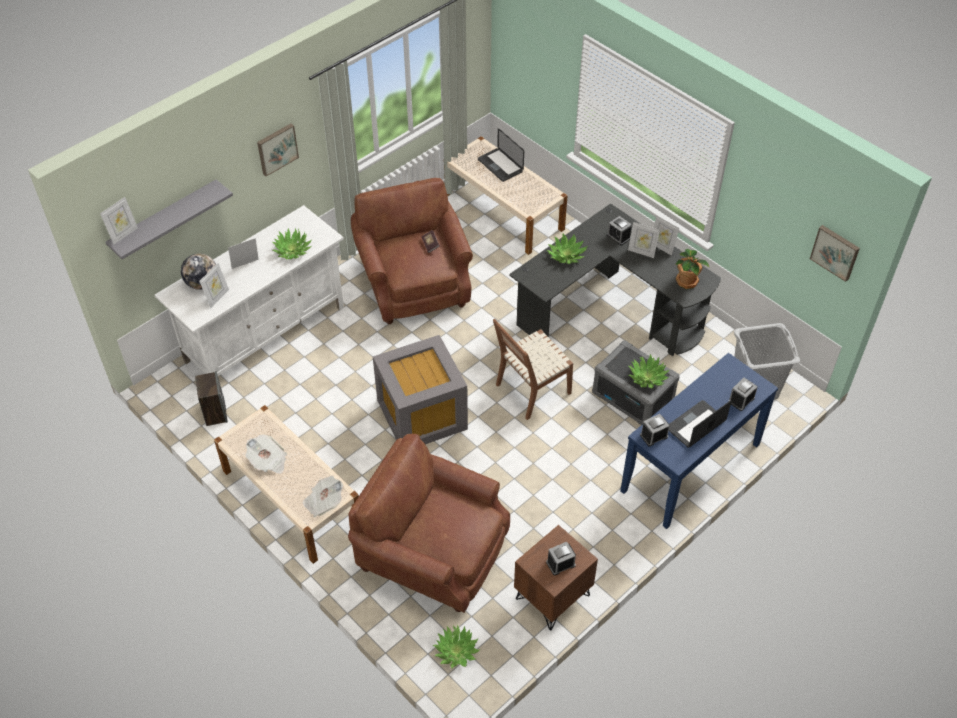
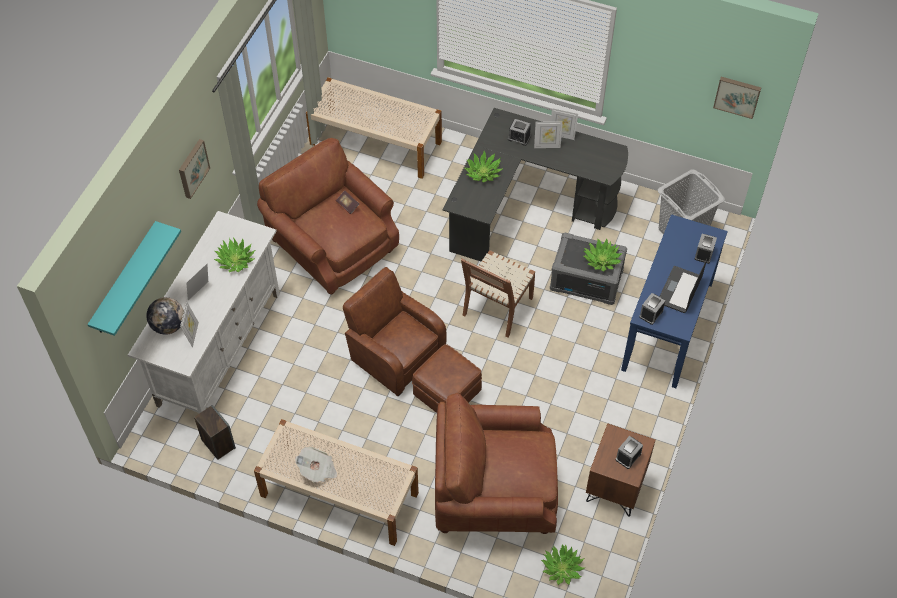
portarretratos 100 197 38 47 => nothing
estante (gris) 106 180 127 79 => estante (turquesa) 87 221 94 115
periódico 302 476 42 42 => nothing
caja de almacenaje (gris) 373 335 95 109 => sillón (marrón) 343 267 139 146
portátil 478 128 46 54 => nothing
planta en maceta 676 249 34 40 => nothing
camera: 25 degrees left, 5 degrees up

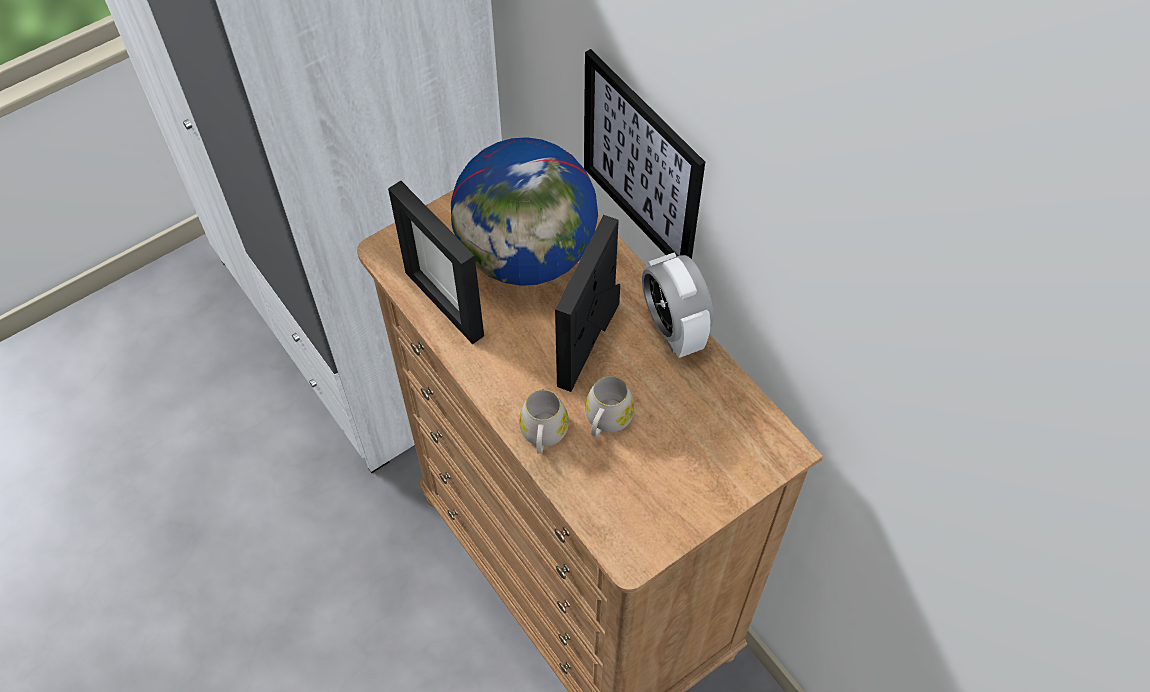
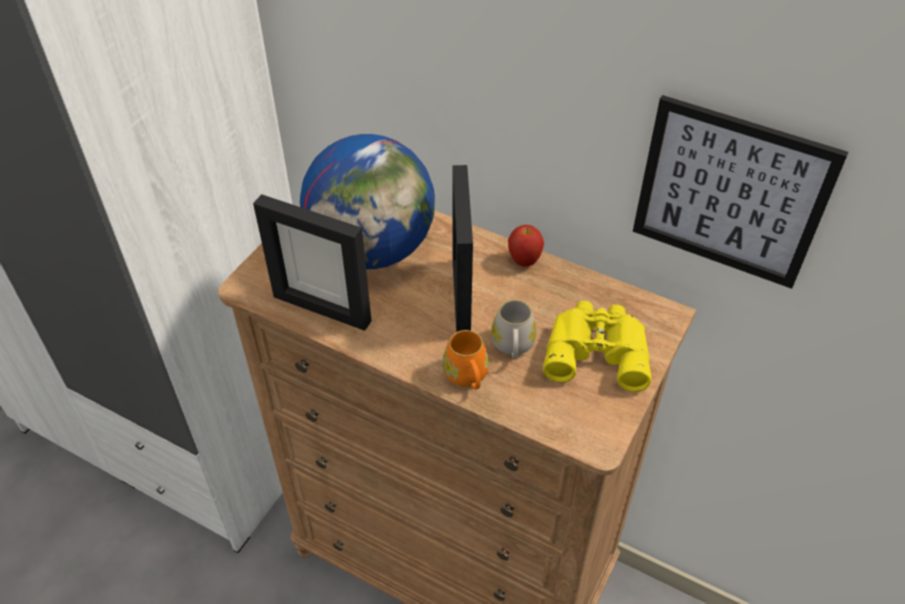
taza grande (blanco) 519 389 50 65 => taza grande (naranja) 442 330 47 60
cuadro 584 49 121 210 => cuadro 633 95 215 194, relocated
despertador 642 252 72 106 => manzana 508 225 36 42
nothing => prismáticos (amarillo) 543 301 108 91
camera: 25 degrees left, 10 degrees down

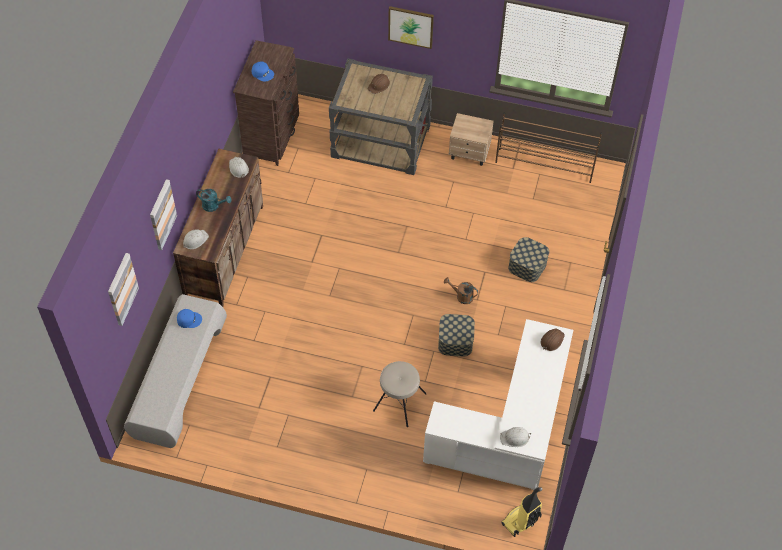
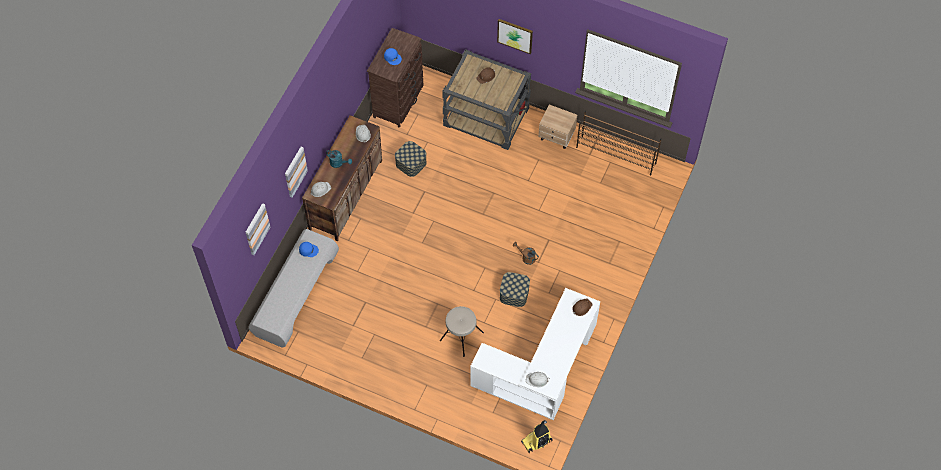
caja de almacenaje 508 237 41 45 => caja de almacenaje 395 141 32 36, relocated
camera: 10 degrees right, 5 degrees up

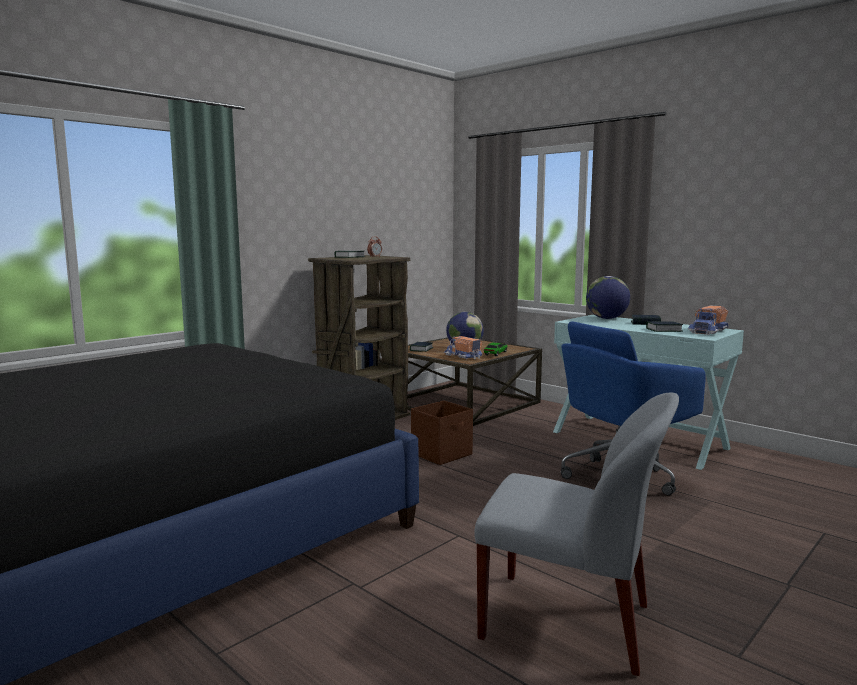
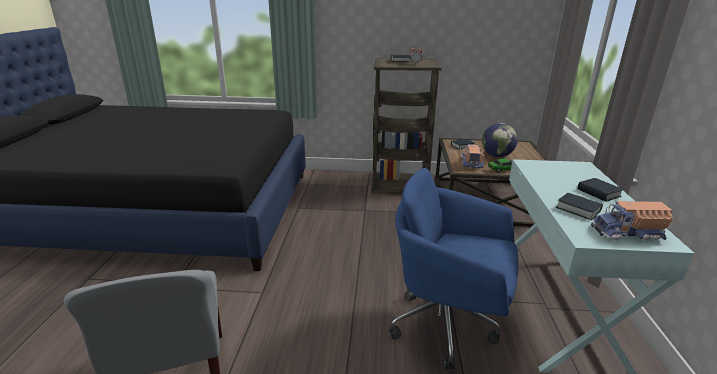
caja de almacenaje (marrón) 411 401 62 64 => nothing
globo terráqueo 586 276 44 43 => nothing
camera: 50 degrees right, 15 degrees up

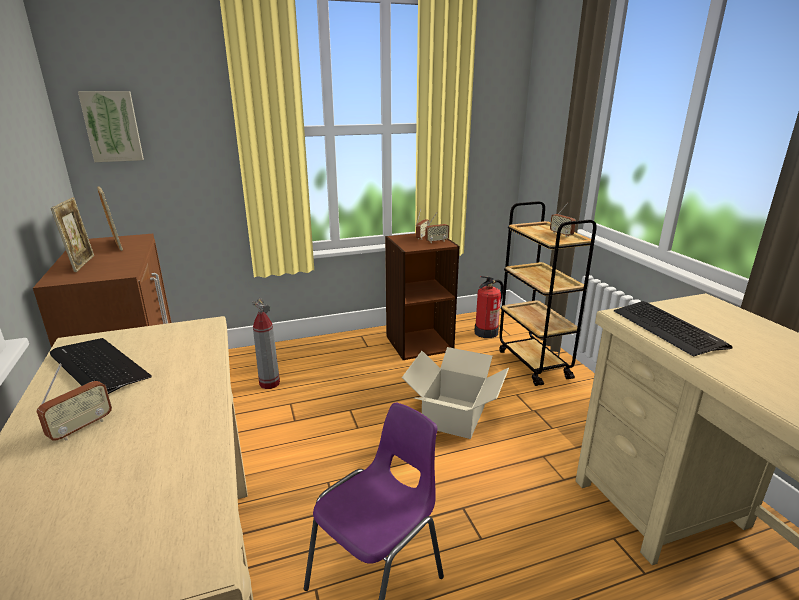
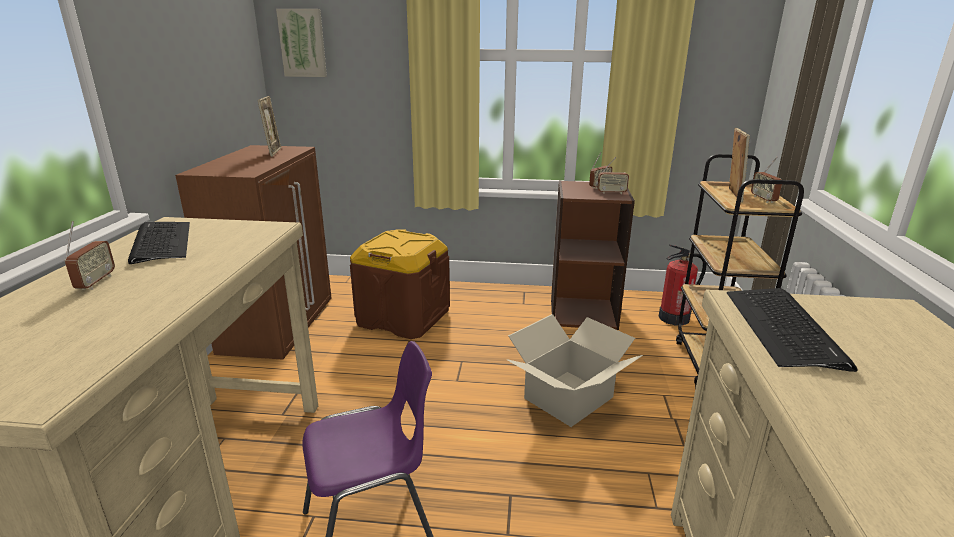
radio 37 364 75 77 => radio 64 221 51 69, 60 degrees counterclockwise
portarretratos 51 197 43 75 => portarretratos 729 128 21 75, relocated
extintor 252 297 28 92 => caja de almacenaje (marrón) 350 230 100 109
camera: 25 degrees right, 0 degrees up

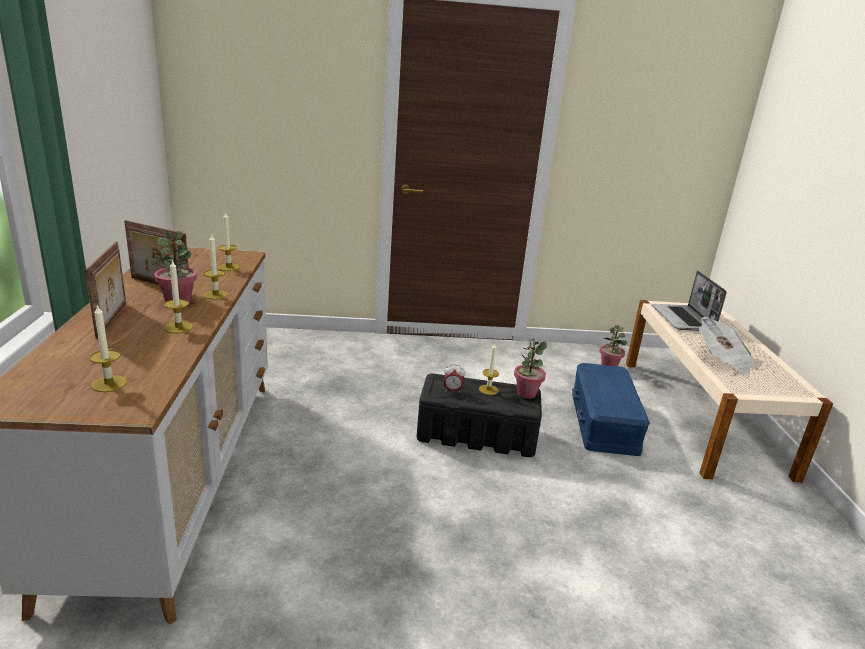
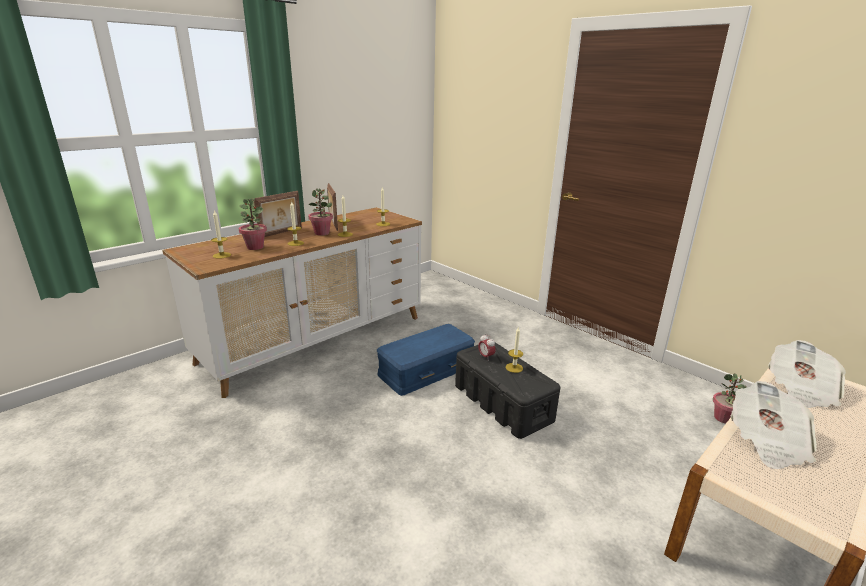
planta en maceta 514 338 33 61 => planta en maceta 239 198 28 52, relocated
caja de almacenaje (azul) 572 363 78 93 => caja de almacenaje (azul) 377 324 98 72, relocated
portátil 652 271 75 60 => periódico 768 340 78 68
camera: 50 degrees right, 0 degrees up

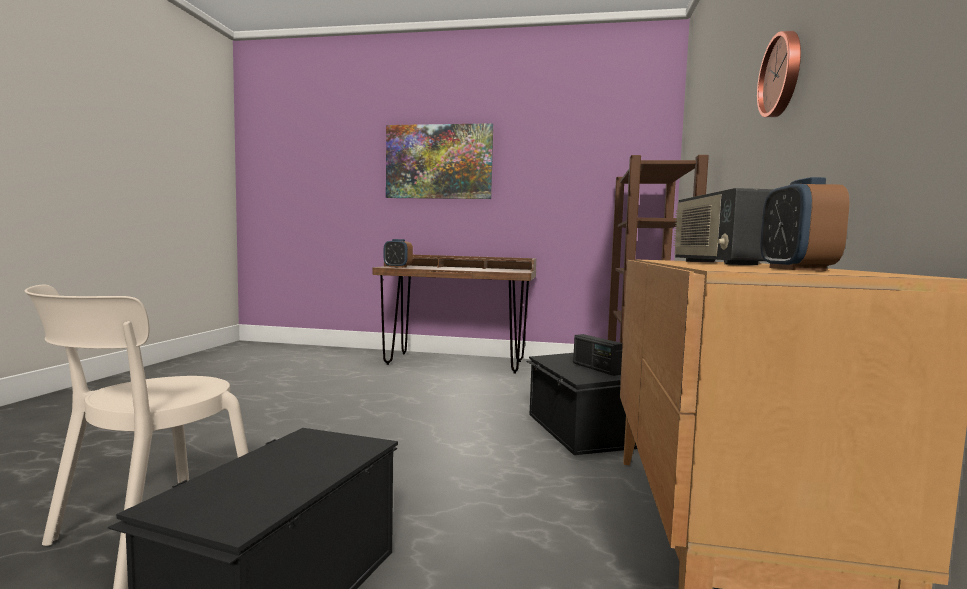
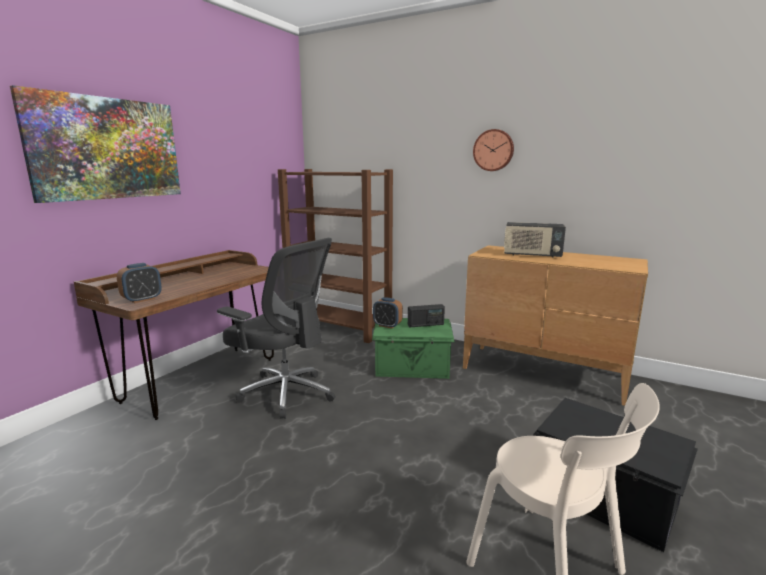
caja de almacenaje (negro) 526 353 111 102 => caja de almacenaje (verde) 372 318 83 61
despertador 760 177 90 94 => despertador 373 297 30 31, relocated
nothing => silla de oficina 217 237 118 182
camera: 70 degrees left, 10 degrees up

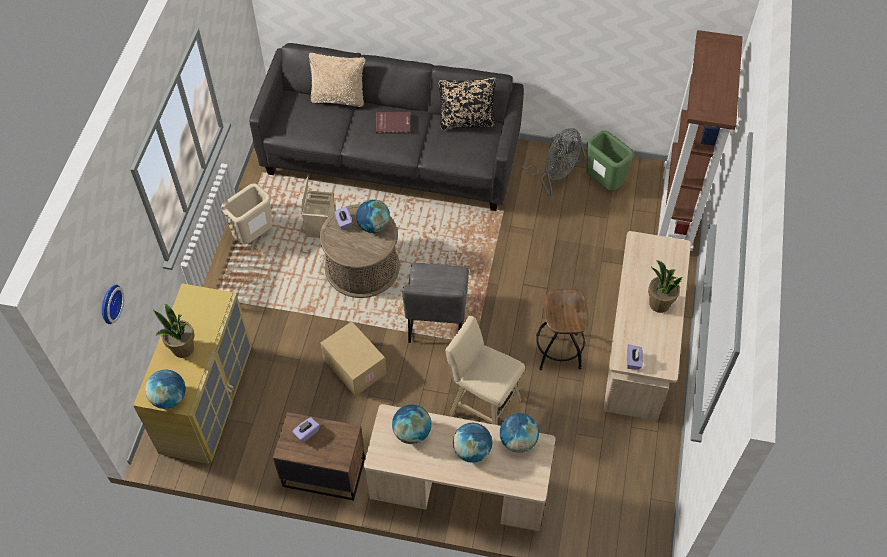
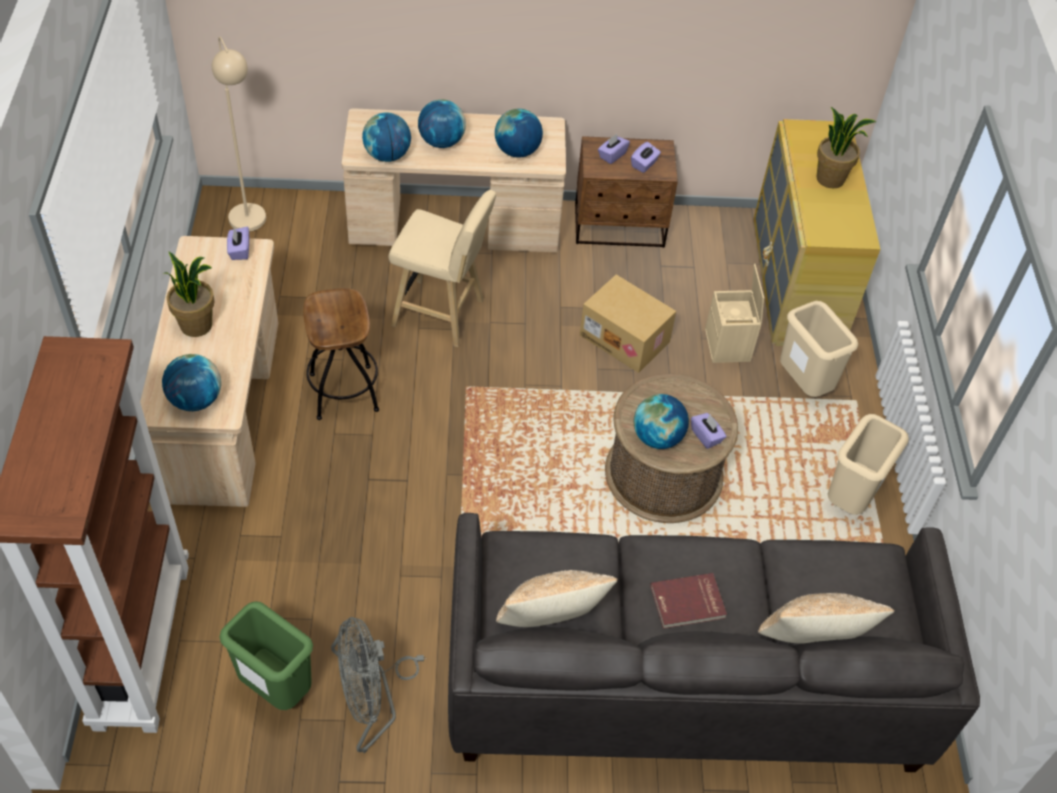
reloj de pared 102 285 22 39 => nothing
globo terráqueo 145 370 41 39 => globo terráqueo 162 354 59 57, relocated
caja de almacenaje (beis) 301 175 34 63 => caja de almacenaje (beis) 705 264 59 99, relocated
silla (gris) 402 263 67 80 => nothing
cojín (negro) 438 77 59 53 => cojín (beis) 496 570 122 57
ventilador (gris) 521 128 65 69 => ventilador (gris) 331 617 94 136, 45 degrees counterclockwise
nothing => lámpara de pie (beis) 212 37 54 195
nothing => caja de pañuelos (morado) 598 134 32 30
nothing => papelera (beis) 780 301 78 96
camera: 165 degrees right, 5 degrees down

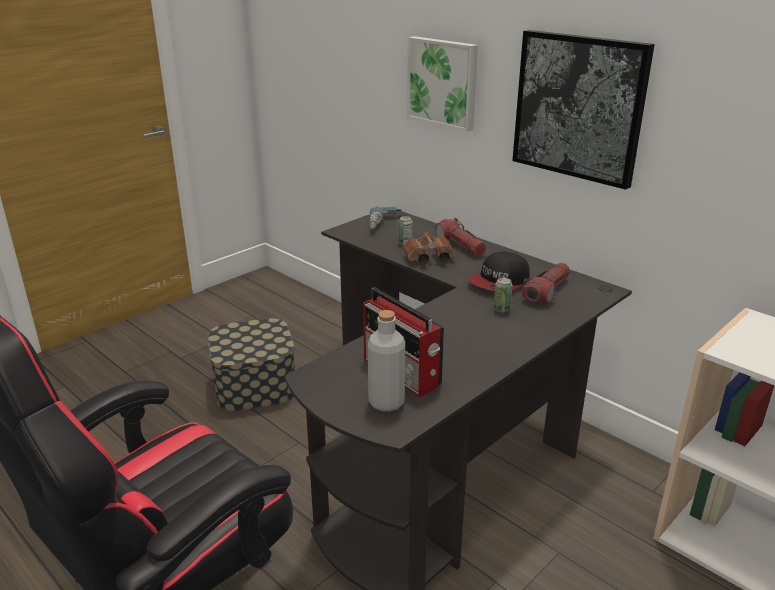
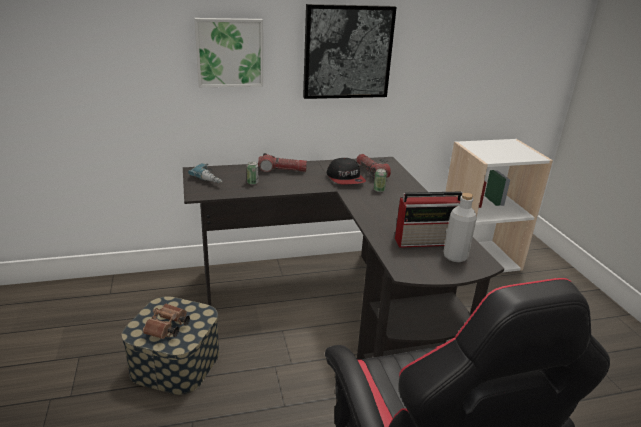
prismáticos (marrón) 403 232 52 33 => prismáticos (marrón) 143 304 47 35, relocated
camera: 60 degrees left, 0 degrees up

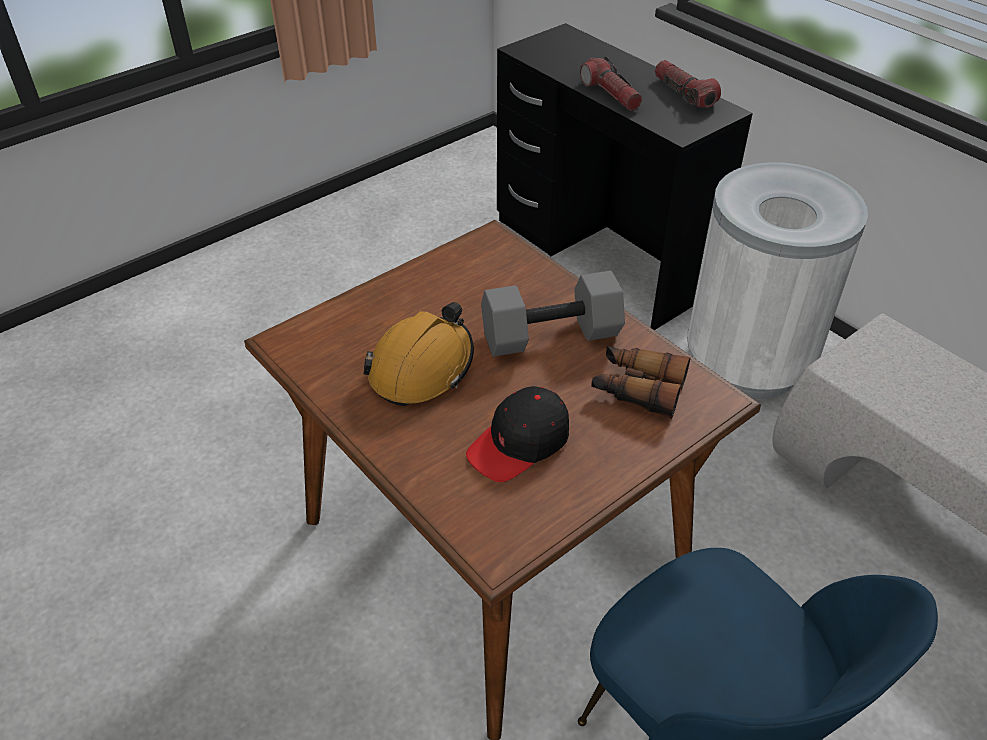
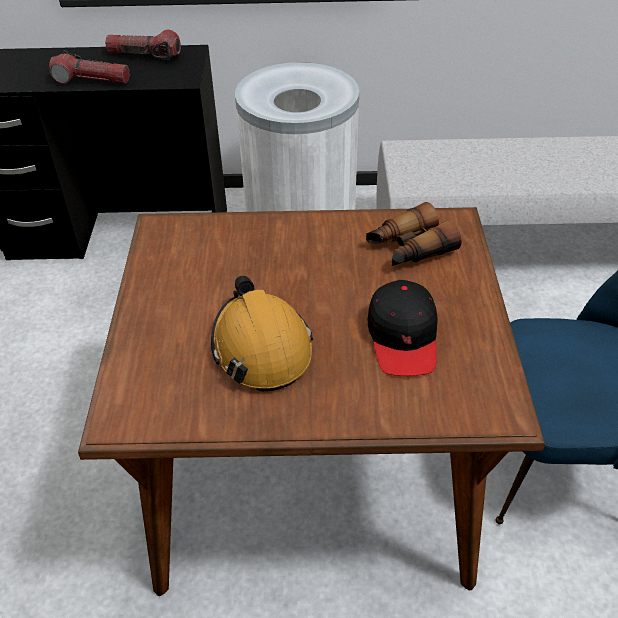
mancuerna (gris) 481 271 144 86 => nothing
camera: 50 degrees left, 0 degrees up

